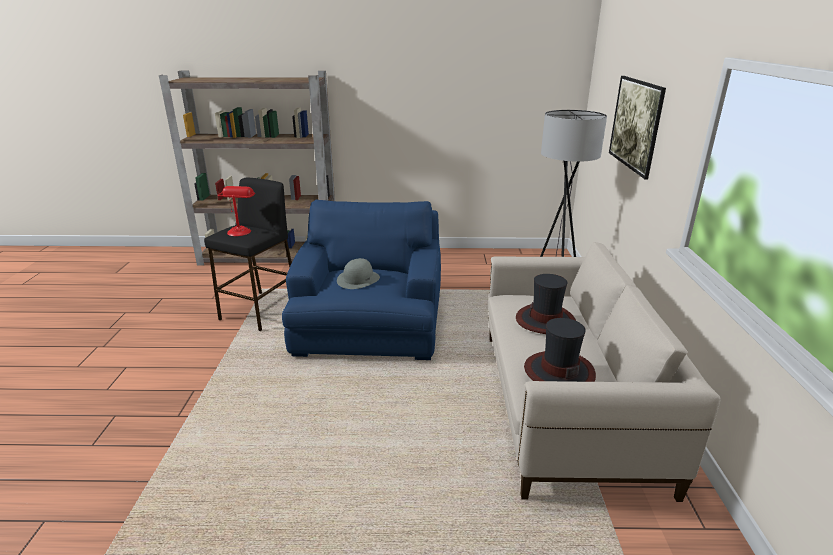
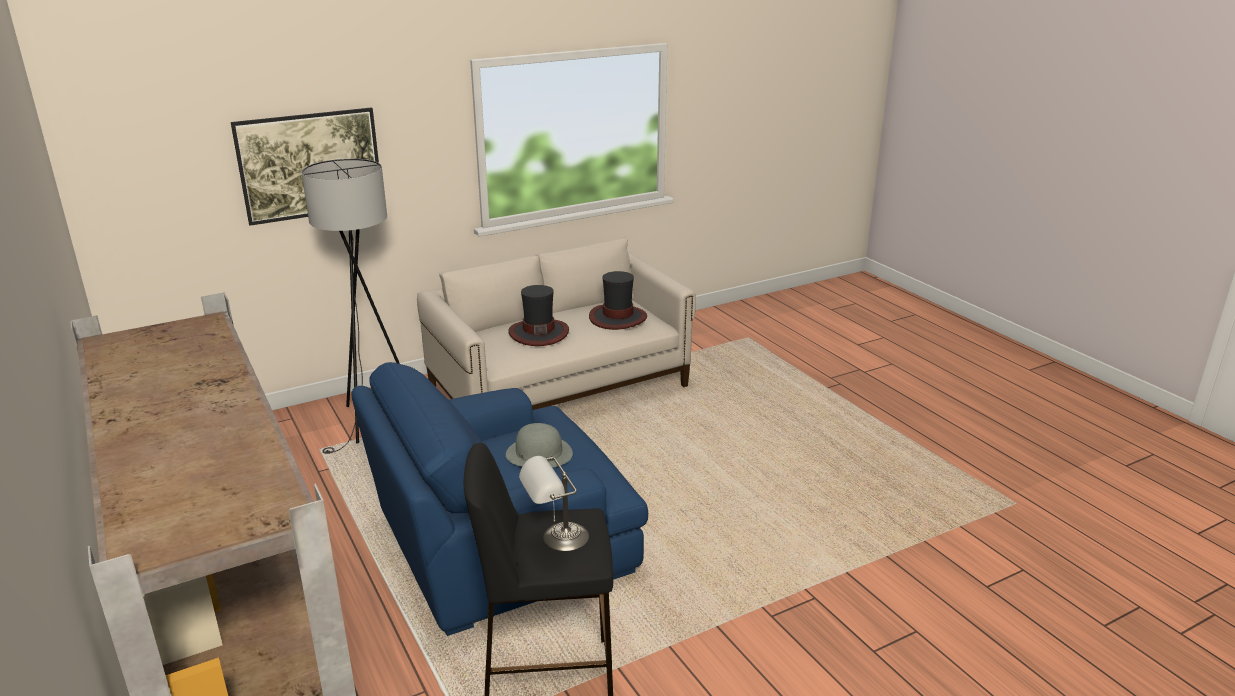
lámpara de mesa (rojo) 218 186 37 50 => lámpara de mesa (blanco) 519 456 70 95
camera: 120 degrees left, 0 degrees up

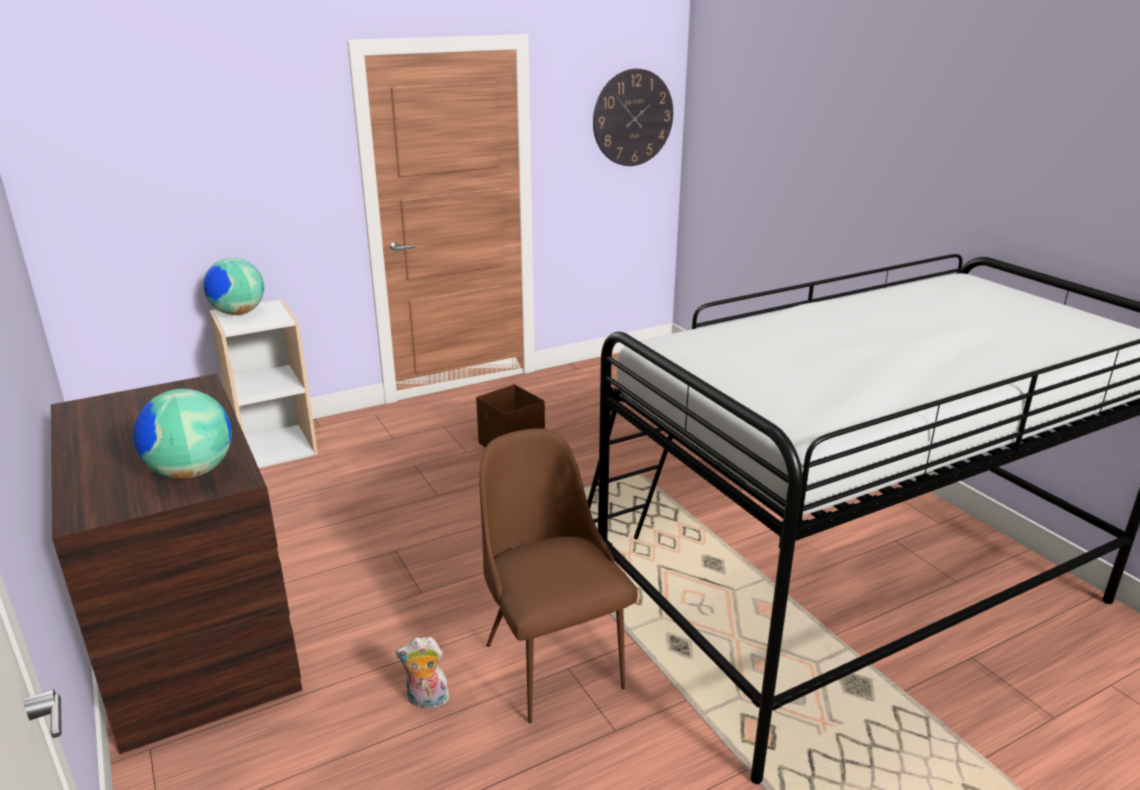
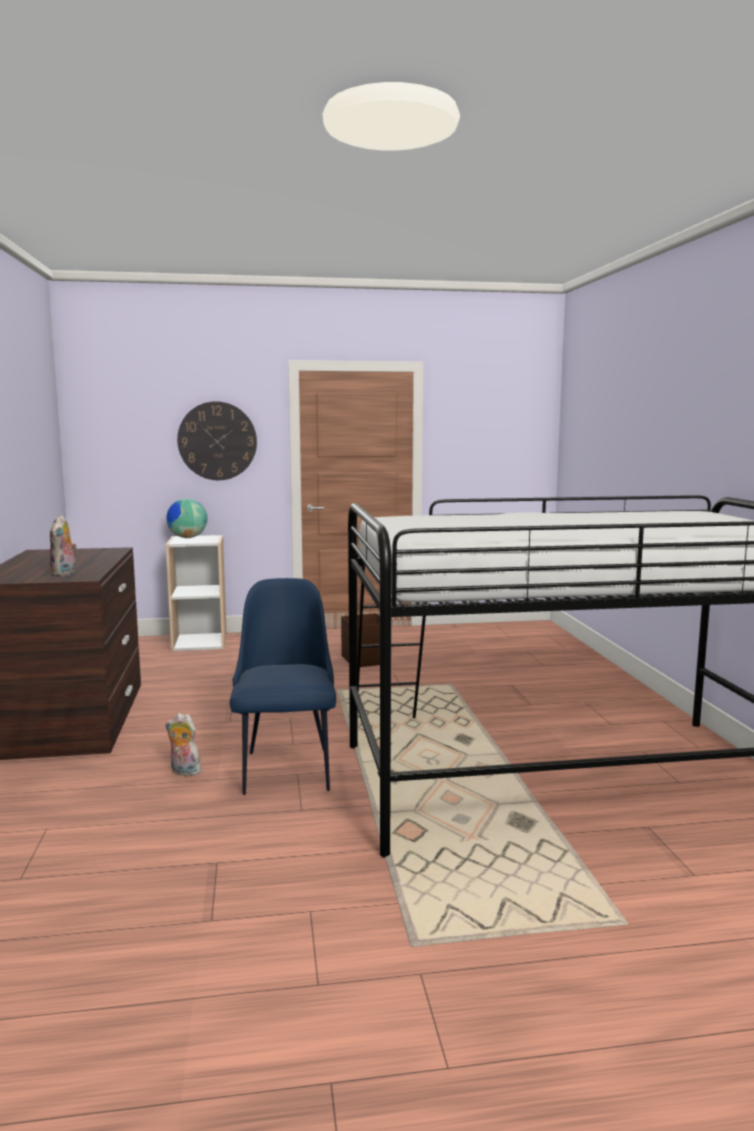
globo terráqueo 133 389 99 90 => peluche 50 515 27 61
silla (marrón) 479 428 159 295 => silla (azul) 230 578 106 217
reloj de pared 593 69 80 97 => reloj de pared 177 401 80 79, relocated
camera: 20 degrees right, 15 degrees down

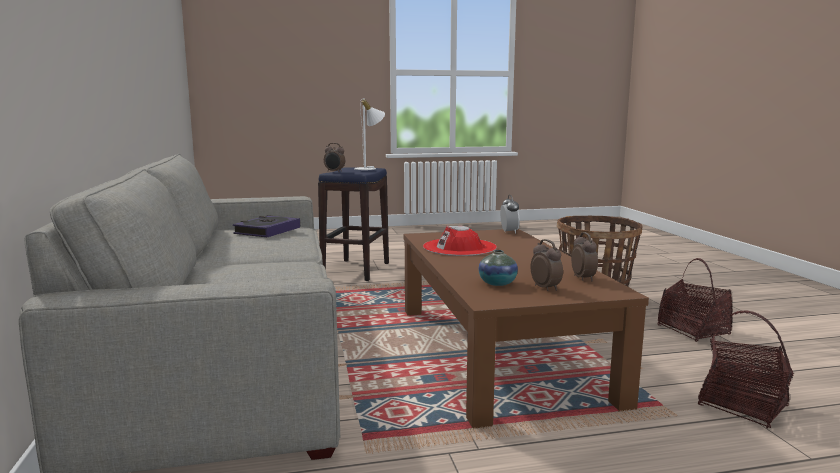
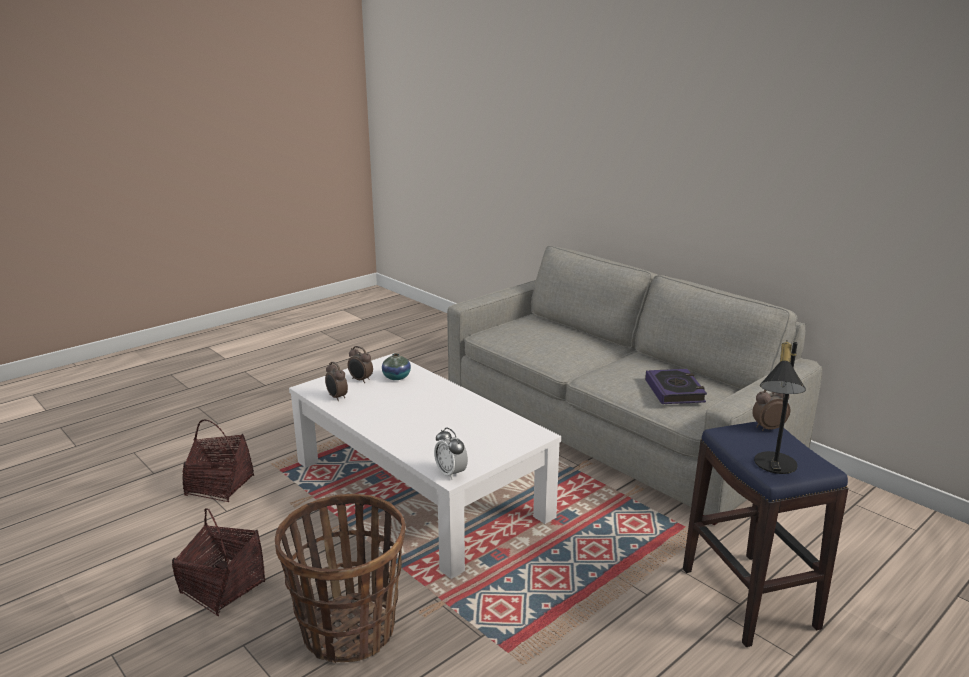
lámpara de mesa (blanco) 354 98 31 72 => lámpara de mesa (negro) 754 340 52 134
mesa de centro (marrón) 403 229 246 200 => mesa de centro (blanco) 289 353 272 226
sombrero (rojo) 423 226 74 30 => nothing
camera: 150 degrees right, 10 degrees up

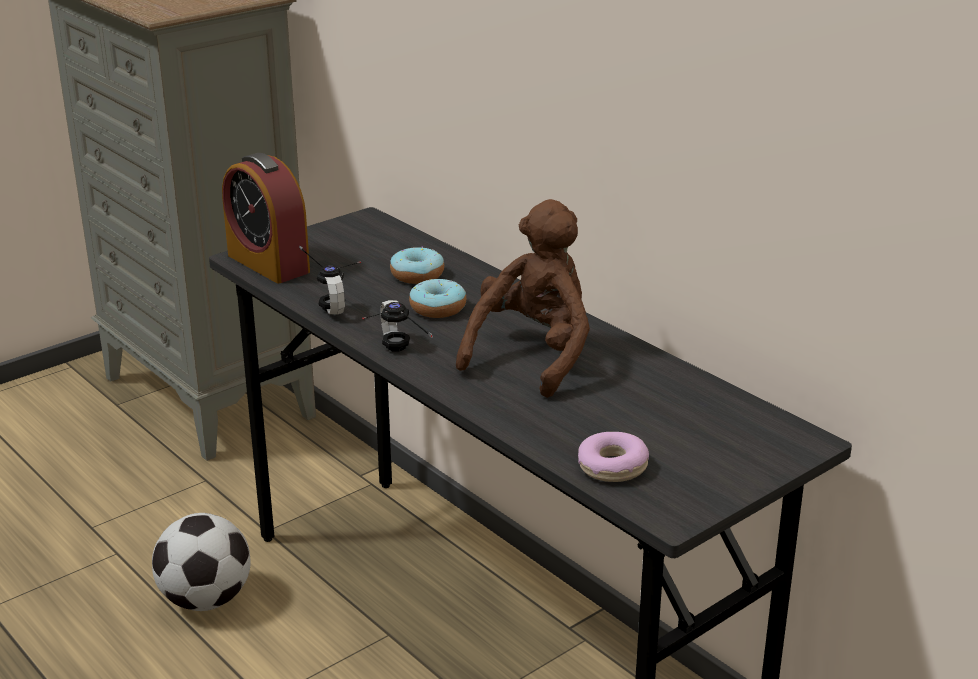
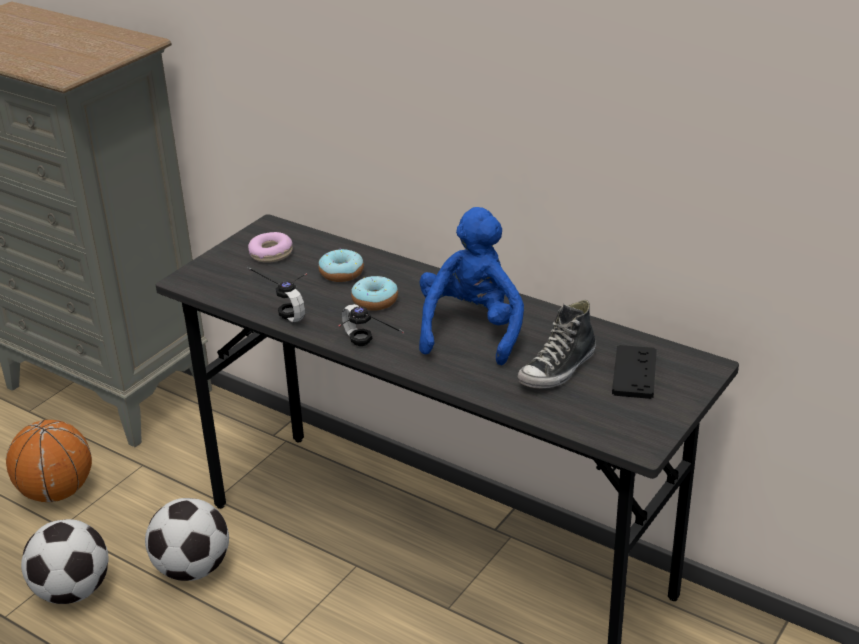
despertador 222 153 88 130 => nothing
peluche (marrón) 456 199 134 199 => peluche (azul) 419 207 105 158
rosquilla 578 432 71 50 => rosquilla 248 232 45 31, relocated
nothing => balón de baloncesto 6 420 86 82
nothing => balón de fútbol 21 519 88 85
nothing => zapato 518 300 78 89
nothing => mando de consola (negro) 612 345 45 54
camera: 15 degrees left, 5 degrees up

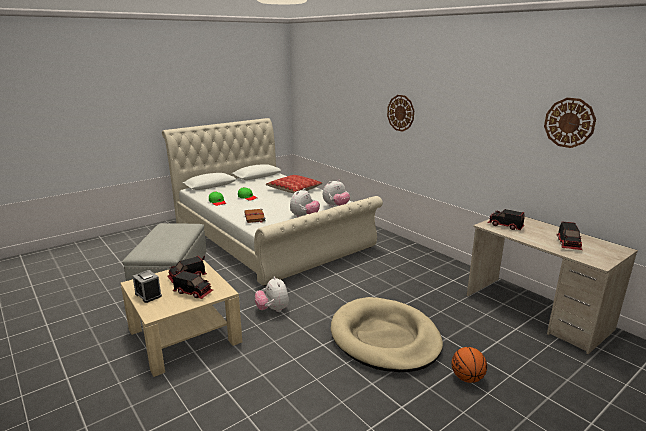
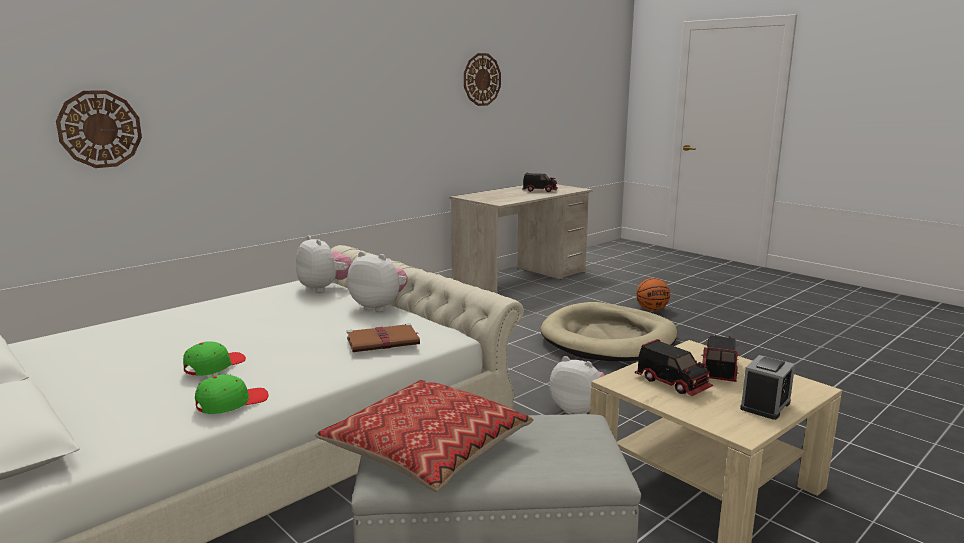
peluche 255 276 34 36 => peluche 550 356 55 58, 120 degrees counterclockwise
cojín 266 175 57 18 => cojín 315 380 219 112, relocated
reloj de pared 387 95 27 37 => reloj de pared 56 90 86 78, relocated
camión de juguete 487 209 38 21 => nothing
camera: 95 degrees left, 5 degrees down

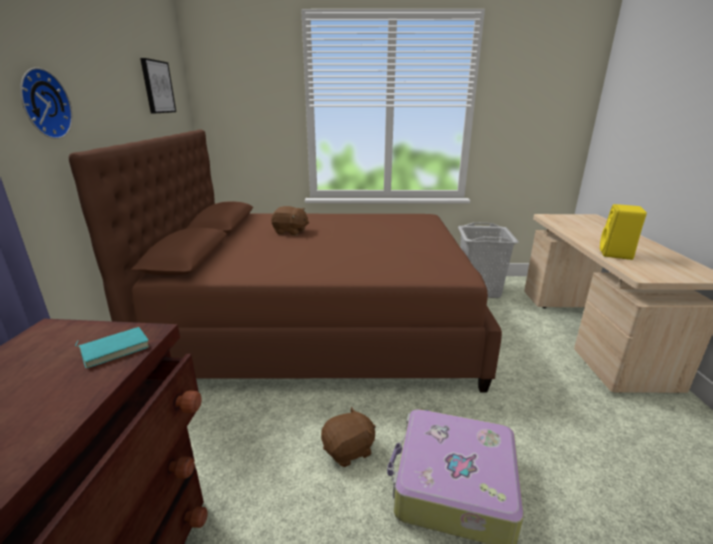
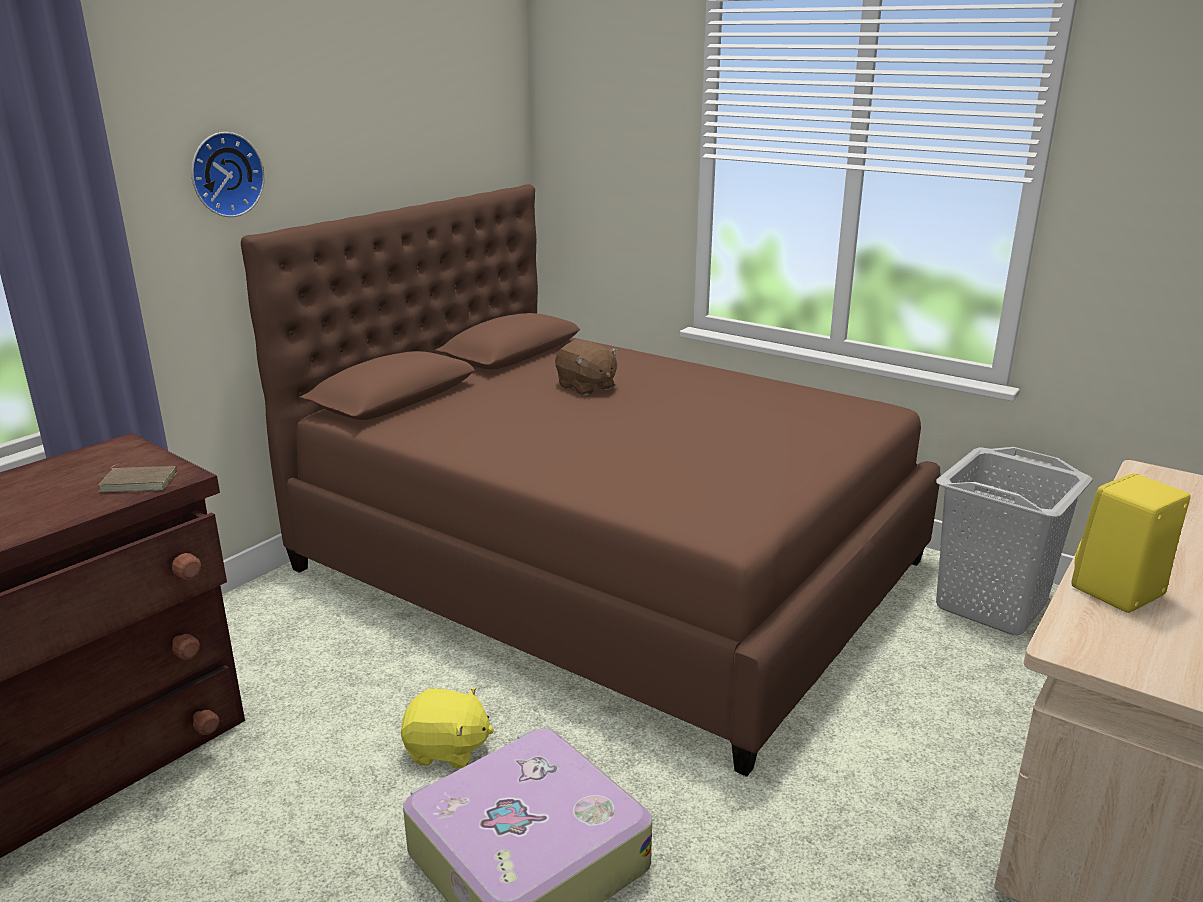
libro (turquesa) 75 327 74 41 => libro (marrón) 99 463 78 29
cuadro 140 58 36 55 => nothing
peluche (marrón) 321 407 55 60 => peluche (amarillo) 401 687 93 81
camera: 35 degrees right, 0 degrees up

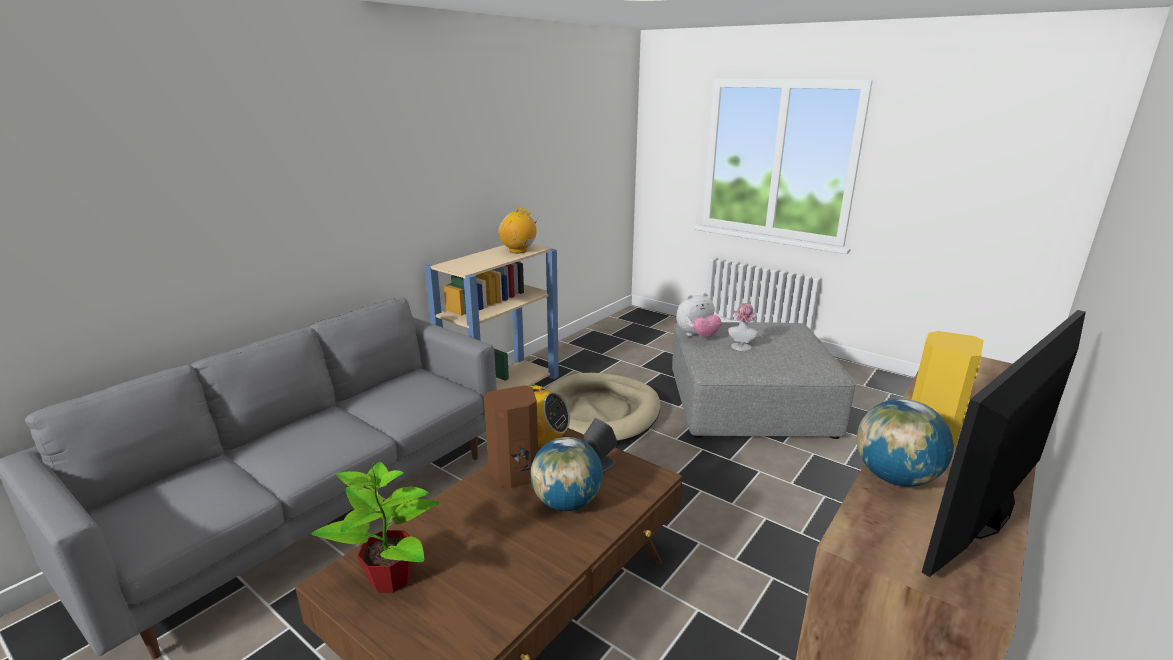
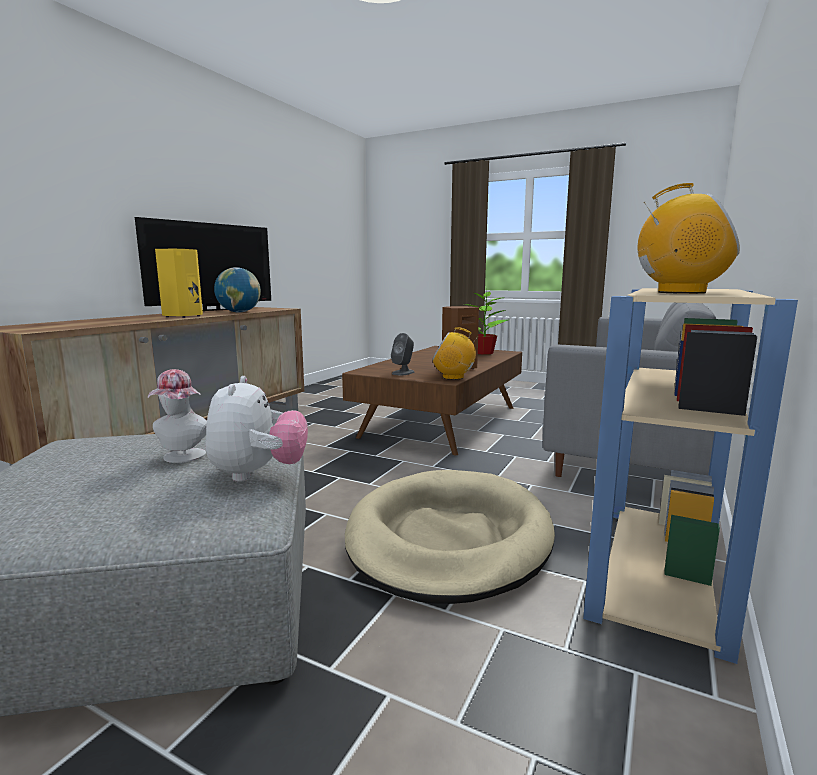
globo terráqueo 531 437 72 74 => nothing
peluche 676 293 46 45 => peluche 206 376 102 106, 120 degrees clockwise
camera: 170 degrees right, 10 degrees down

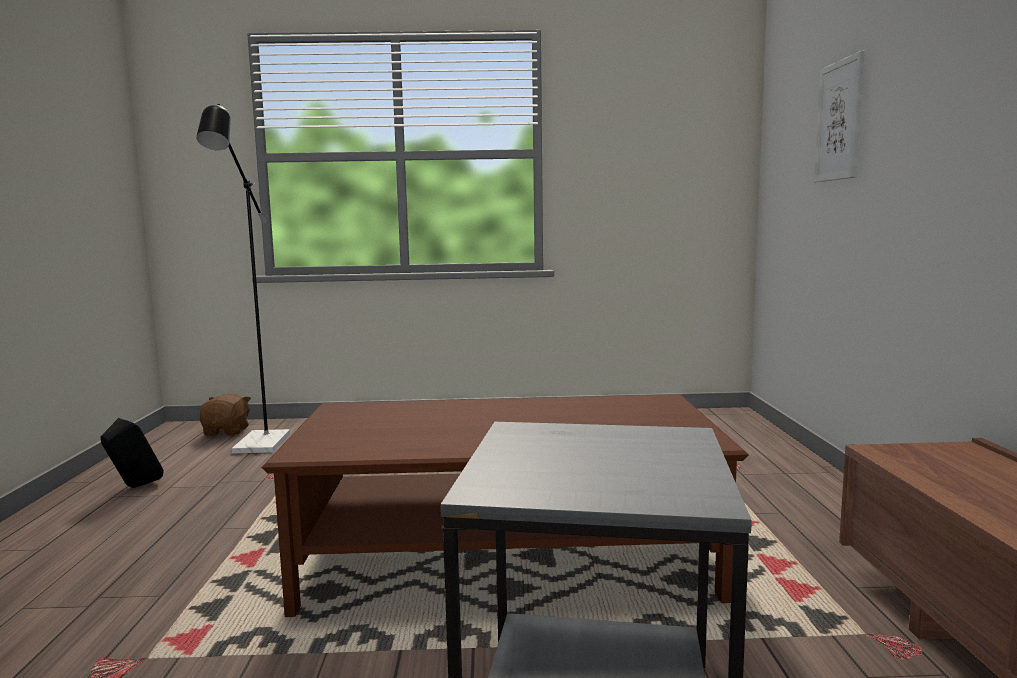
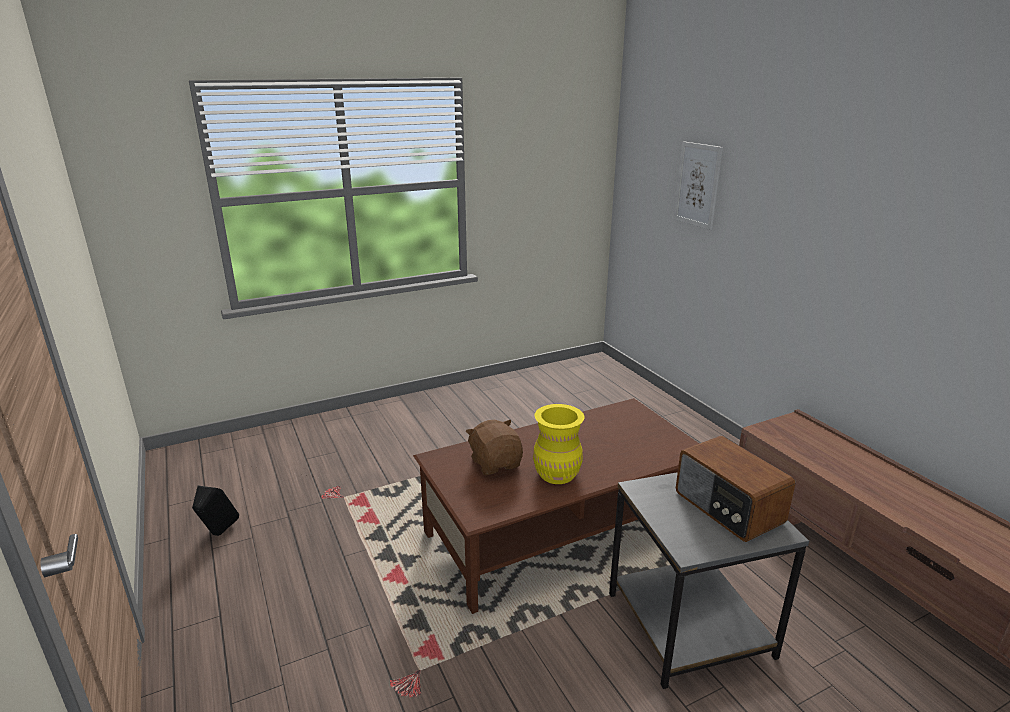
lámpara de pie (negro) 196 104 94 349 => nothing
peluche (marrón) 200 393 51 43 => peluche (marrón) 466 420 57 55, relocated
nothing => florero (amarillo) 533 404 51 80
nothing => radio 676 436 120 106
camera: 25 degrees left, 15 degrees up

